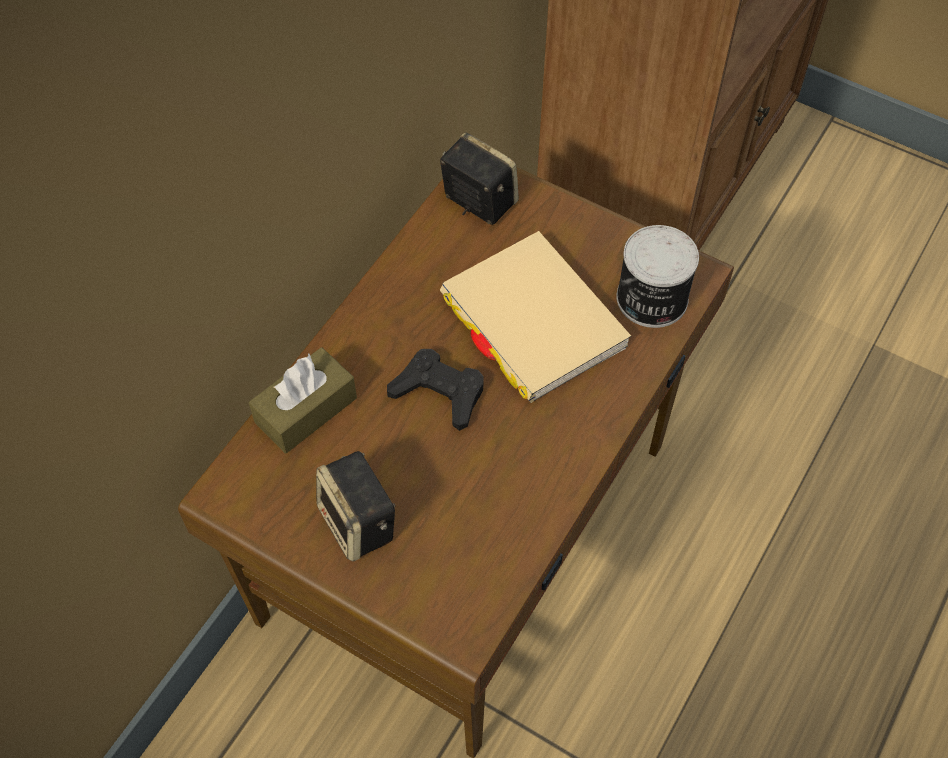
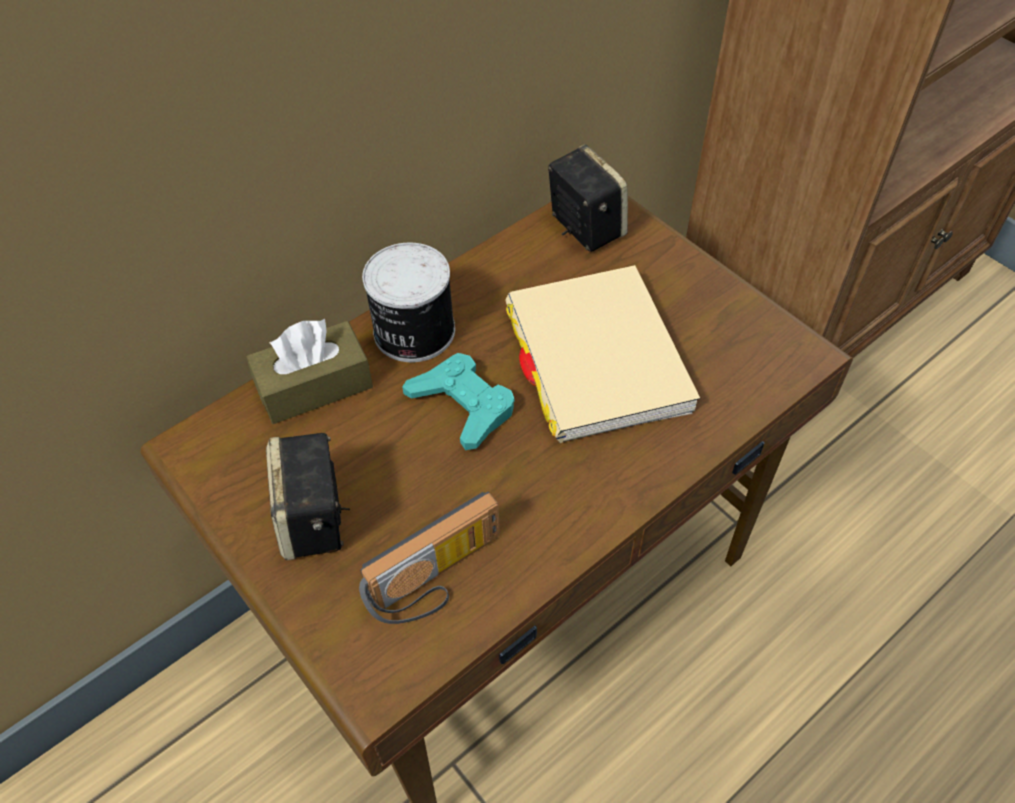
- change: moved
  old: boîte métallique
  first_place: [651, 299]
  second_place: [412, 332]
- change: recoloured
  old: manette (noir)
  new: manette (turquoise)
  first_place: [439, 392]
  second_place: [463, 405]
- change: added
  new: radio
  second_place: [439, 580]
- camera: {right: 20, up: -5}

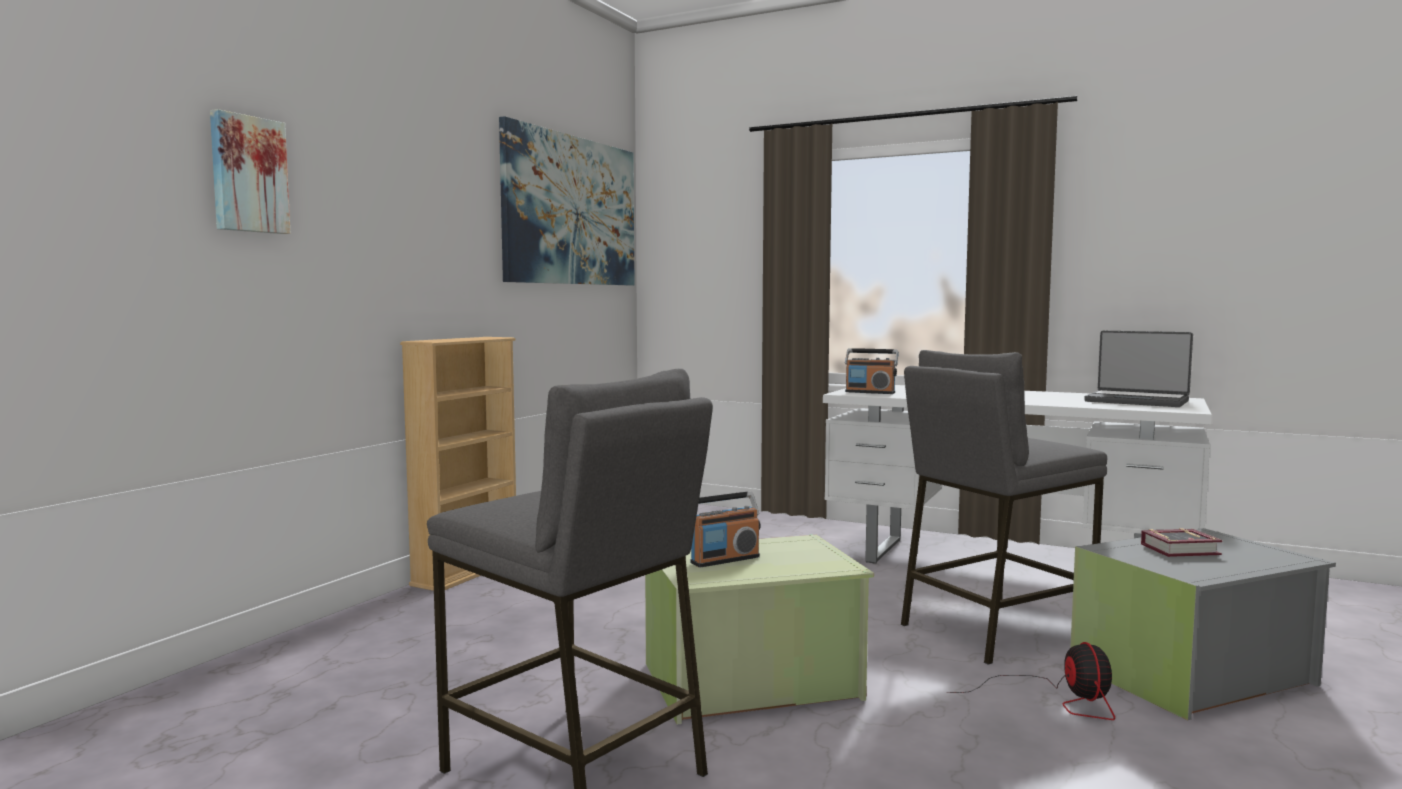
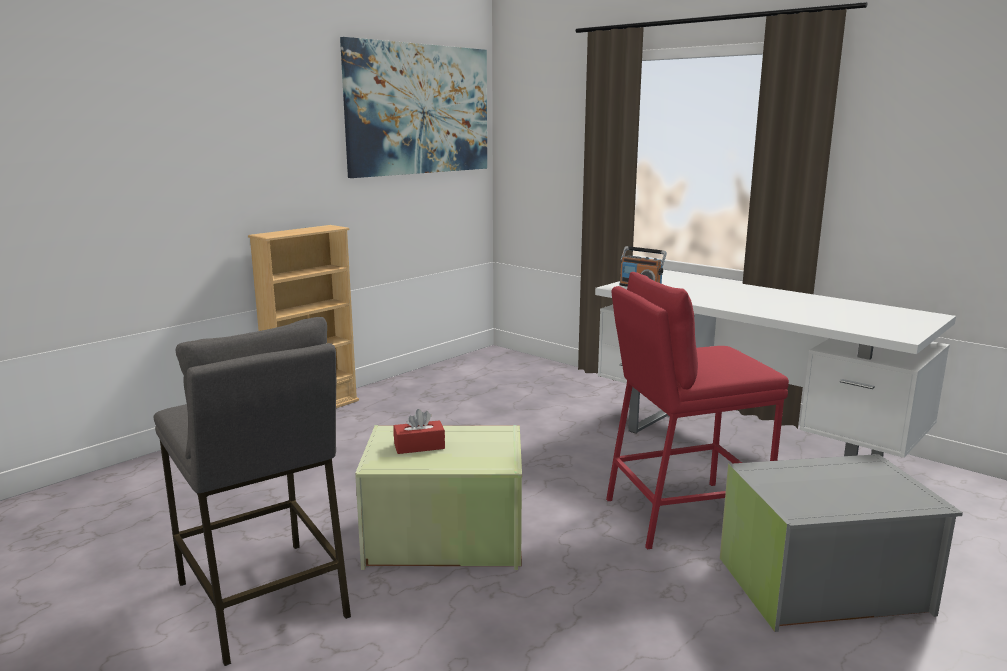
- change: removed
  old: tableau
  first_place: [248, 174]
- change: removed
  old: ordinateur portable
  first_place: [1137, 401]
- change: recoloured
  old: tabouret (gris)
  new: tabouret (rouge)
  first_place: [993, 629]
  second_place: [682, 514]
- change: replaced
  old: radio
  new: boîte à mouchoirs (rouge)
  first_place: [724, 560]
  second_place: [419, 446]
- change: removed
  old: livre
  first_place: [1184, 550]
- change: removed
  old: ventilateur
  first_place: [1056, 700]
- camera: {right: 15, up: 10}

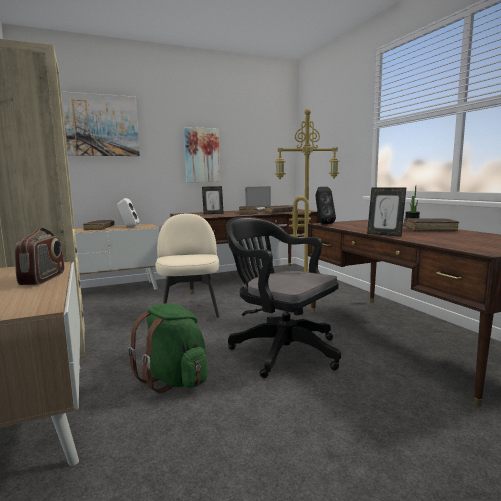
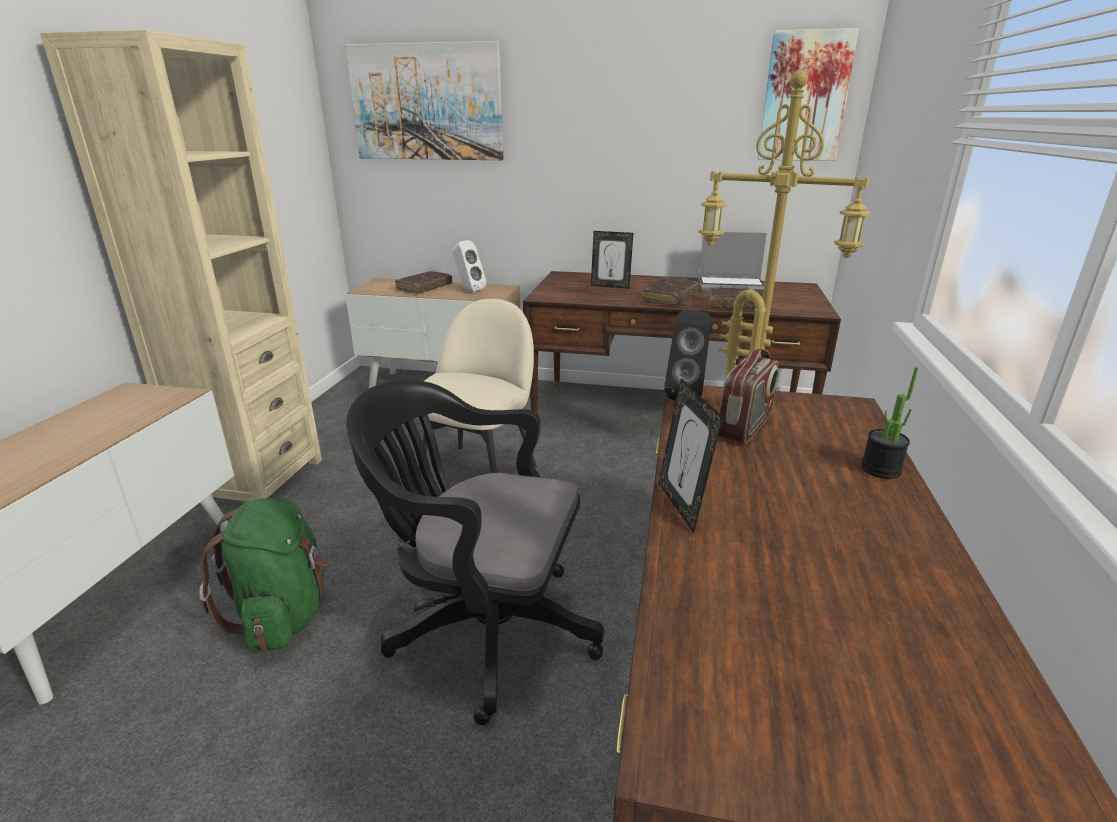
- change: moved
  old: tableau
  first_place: [201, 155]
  second_place: [804, 97]
- change: turned
  old: chaise de bureau (noir)
  first_place: [280, 350]
  second_place: [483, 629]
  degrees: -60
- change: removed
  old: livre (marron)
  first_place: [429, 229]
- change: moved
  old: radio
  first_place: [43, 279]
  second_place: [745, 426]
- camera: {right: 35, up: 15}

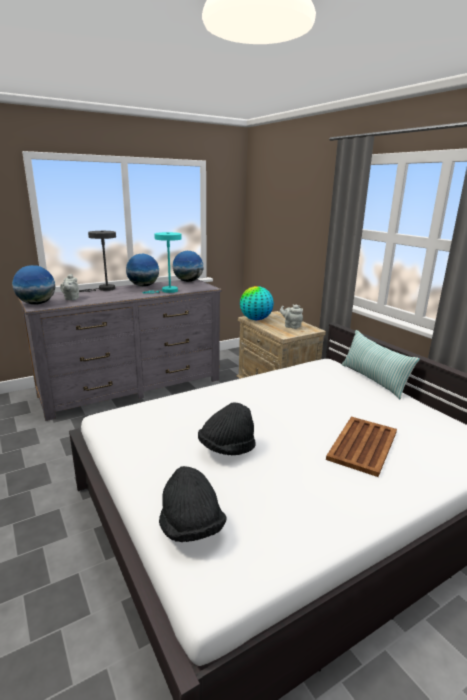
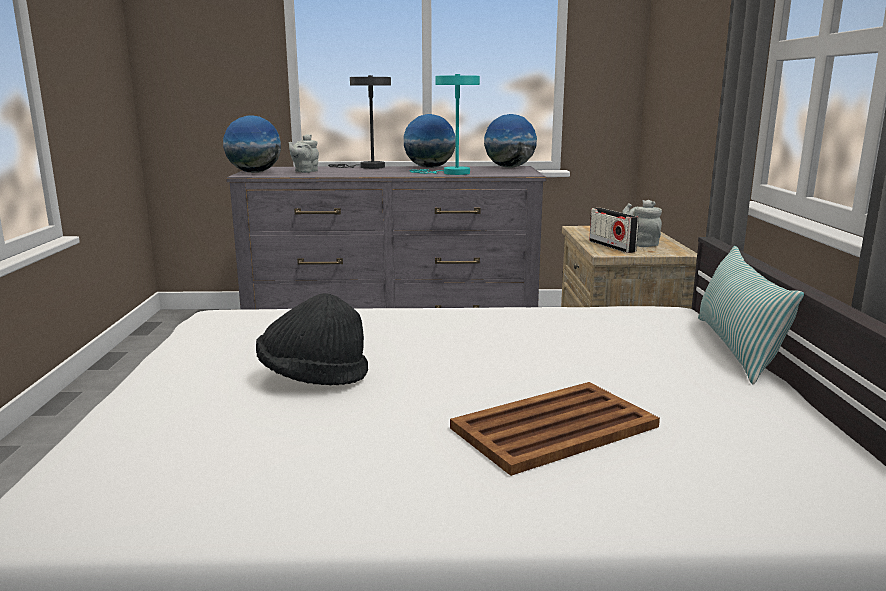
- change: removed
  old: globe
  first_place: [255, 319]
- change: removed
  old: chapeau (noir)
  first_place: [191, 527]
- change: added
  new: radio
  second_place: [612, 246]
- camera: {right: 30, up: -5}

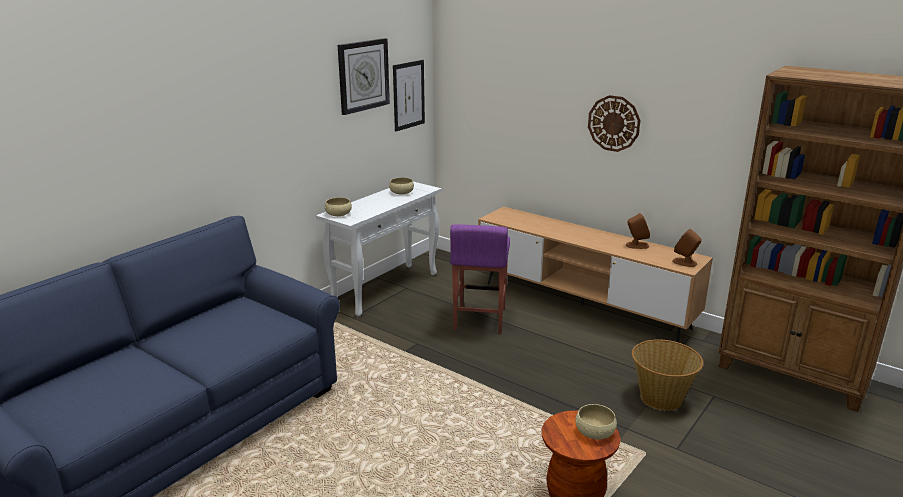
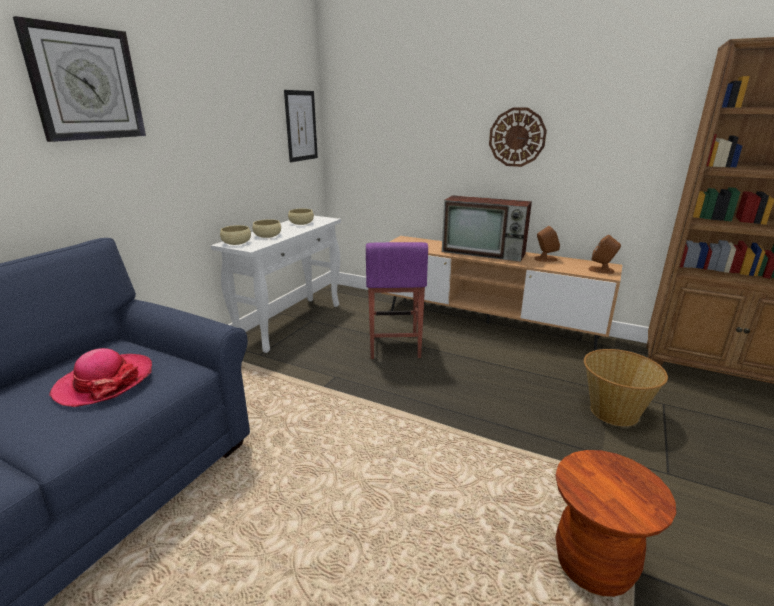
- change: moved
  old: horloge murale
  first_place: [363, 75]
  second_place: [86, 84]
- change: moved
  old: bol (beige)
  first_place: [595, 431]
  second_place: [267, 236]
- change: added
  new: téléviseur
  second_place: [485, 253]
- change: added
  new: chapeau
  second_place: [105, 382]
- camera: {right: -10, up: 0}

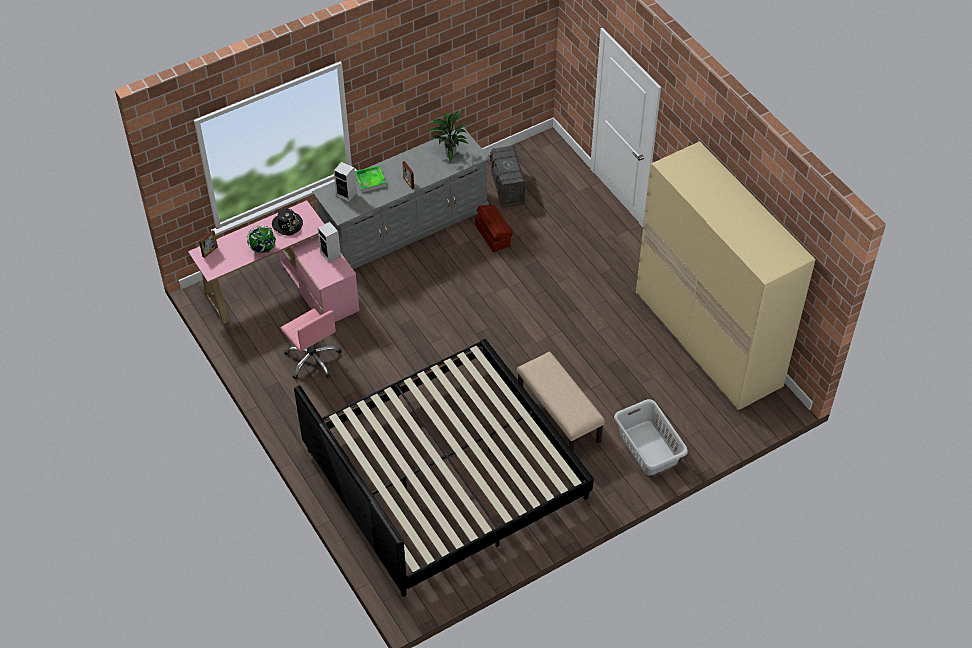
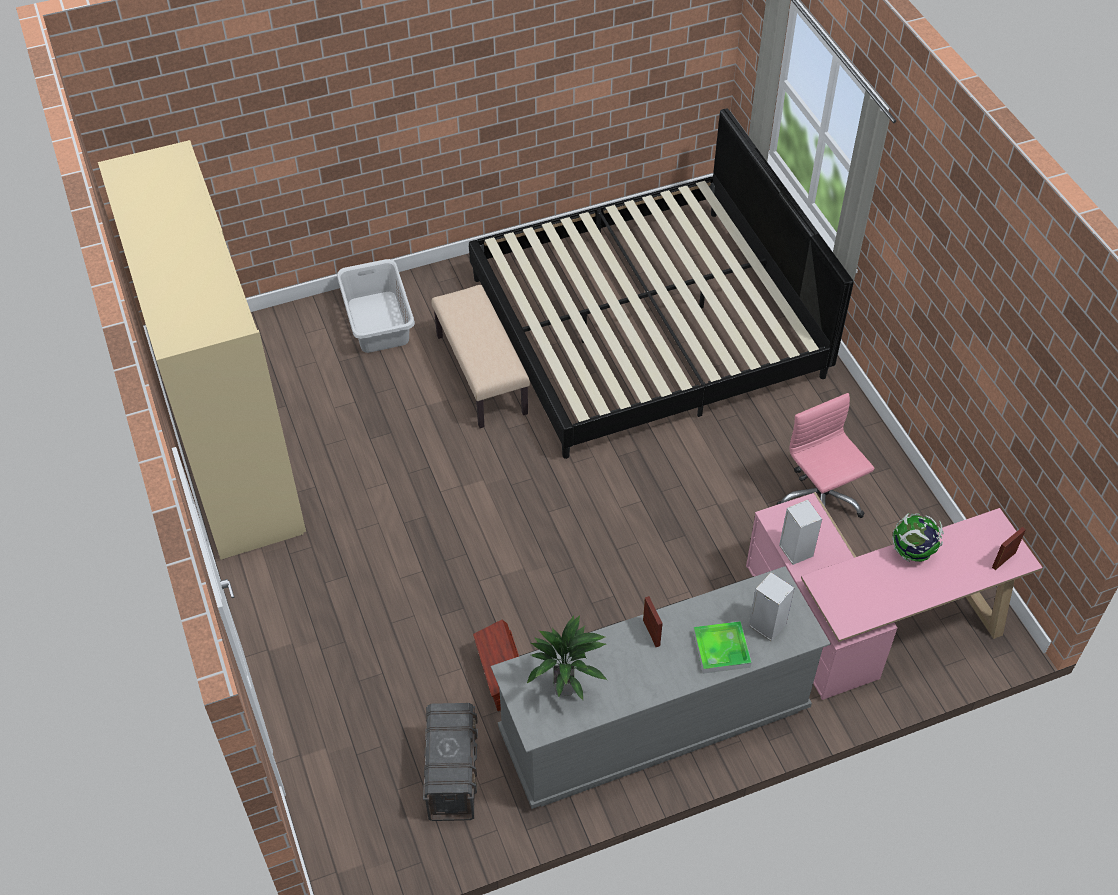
- change: removed
  old: chapeau (noir)
  first_place: [287, 224]
- camera: {right: -170, up: 0}

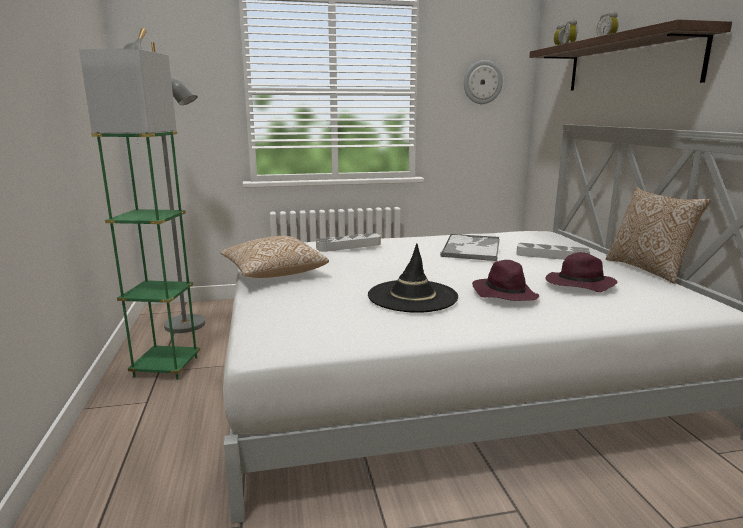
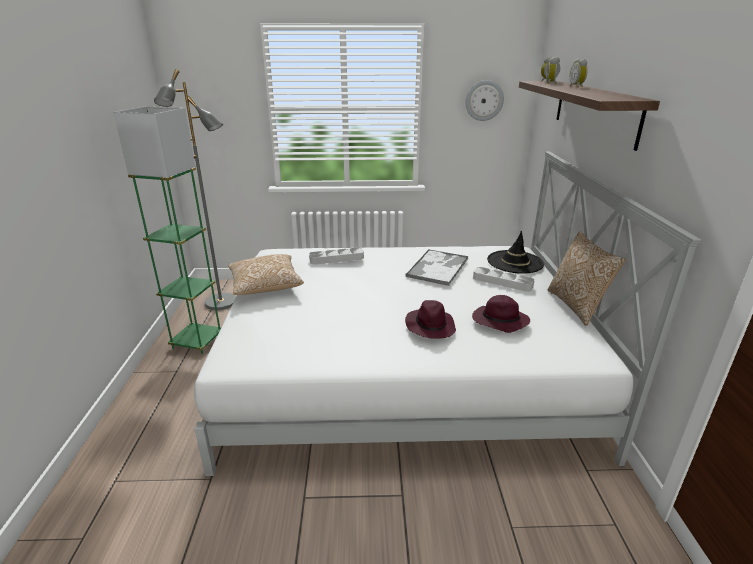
- change: moved
  old: chapeau (noir)
  first_place: [412, 296]
  second_place: [515, 262]
- camera: {right: 10, up: 10}

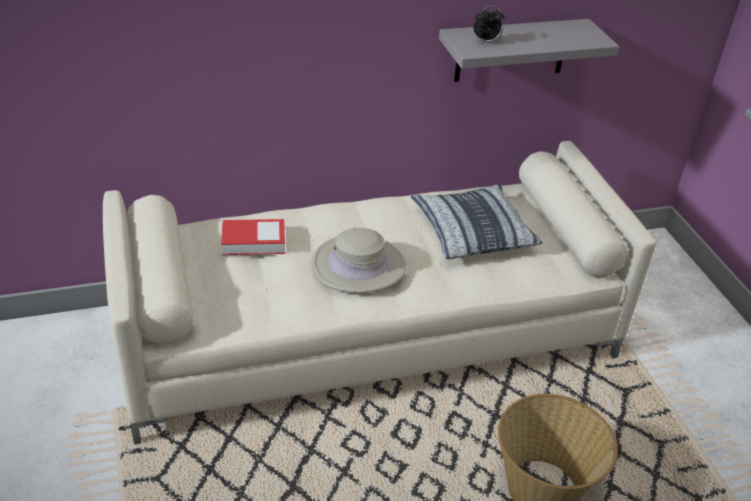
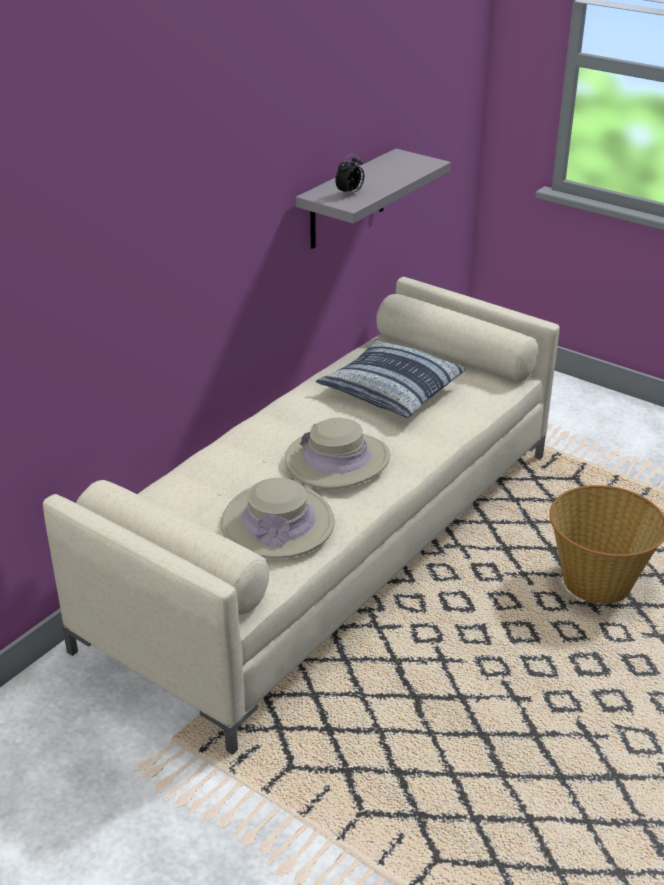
- change: removed
  old: livre
  first_place: [253, 241]
- change: added
  new: chapeau (beige)
  second_place: [278, 523]
- camera: {right: -35, up: -5}

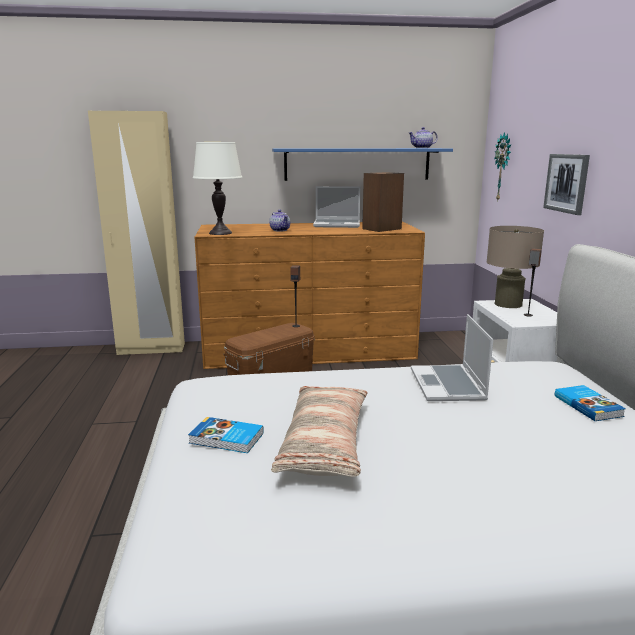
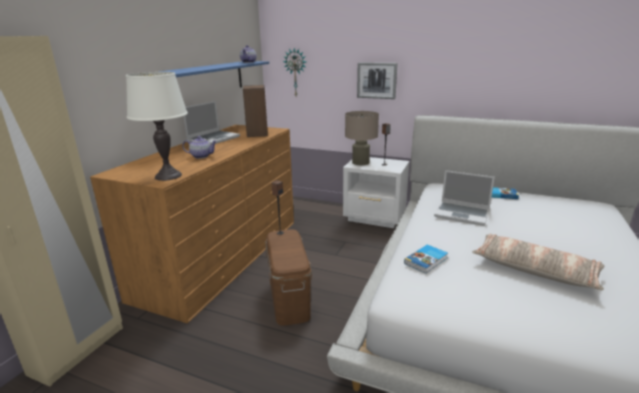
- change: moved
  old: livre
  first_place: [226, 439]
  second_place: [426, 261]
- camera: {right: -60, up: 5}

